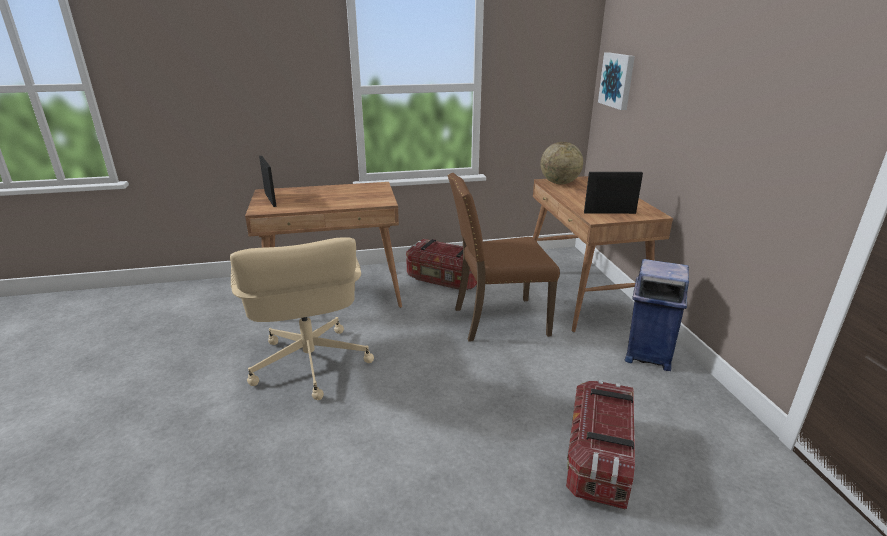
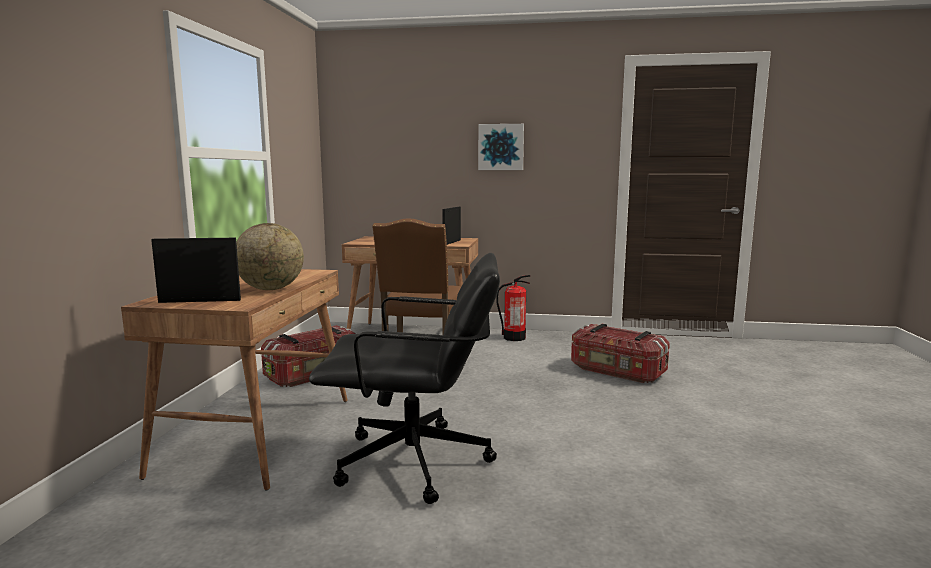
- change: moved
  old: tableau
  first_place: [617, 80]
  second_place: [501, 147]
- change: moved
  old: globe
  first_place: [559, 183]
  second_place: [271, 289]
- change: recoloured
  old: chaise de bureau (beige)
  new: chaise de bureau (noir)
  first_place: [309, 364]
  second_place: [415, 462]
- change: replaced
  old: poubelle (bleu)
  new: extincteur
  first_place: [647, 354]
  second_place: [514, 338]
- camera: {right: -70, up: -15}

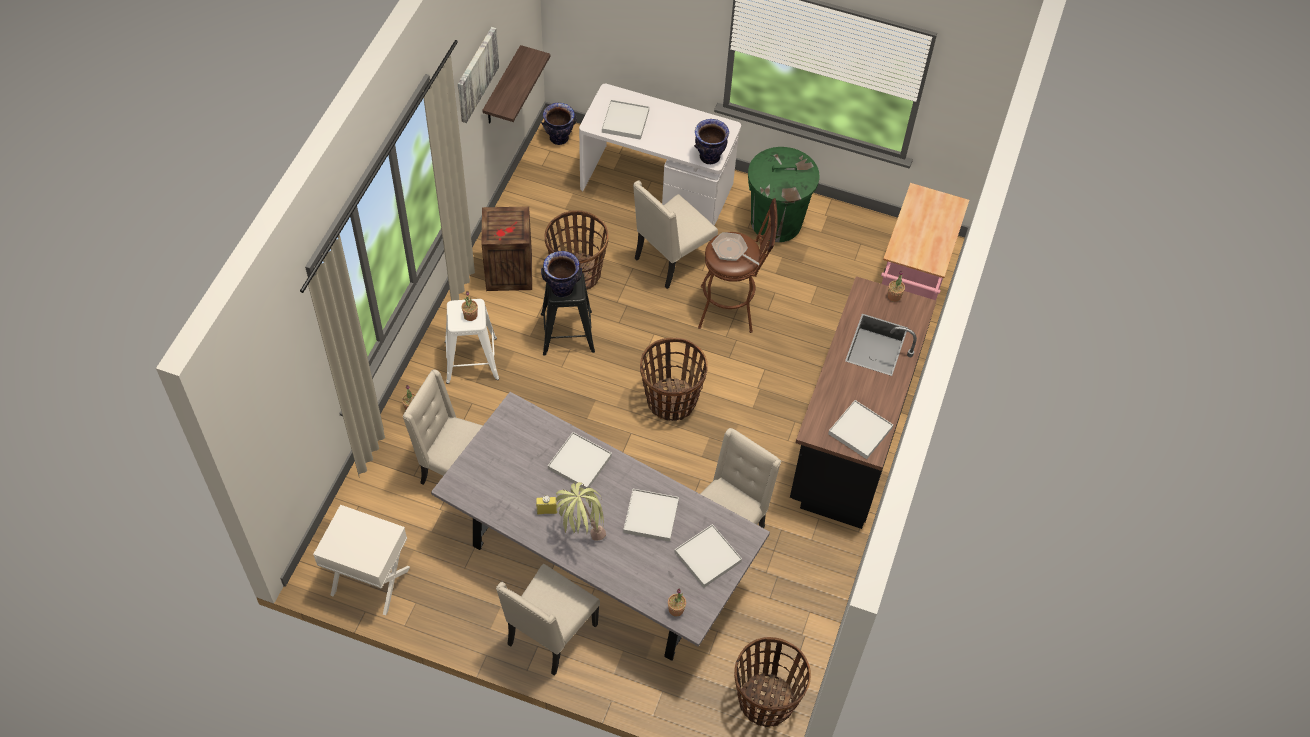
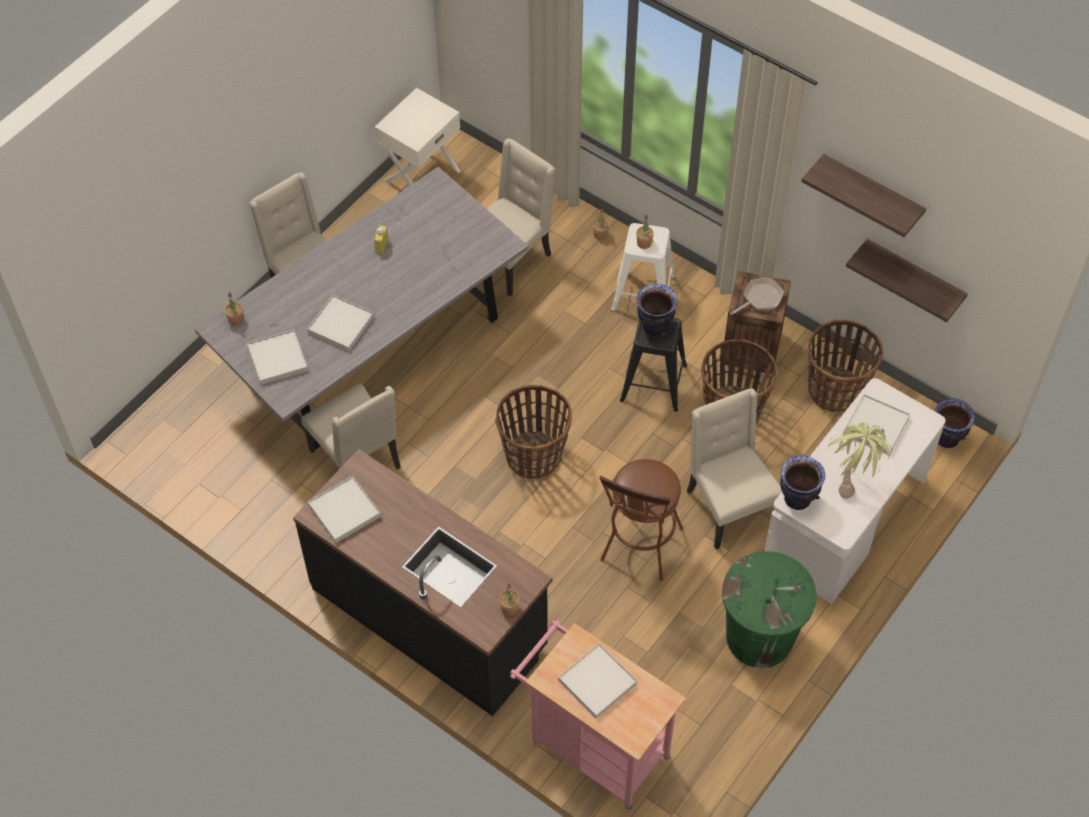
- change: replaced
  old: tableau
  new: étagère
  first_place: [476, 74]
  second_place: [871, 193]
- change: moved
  old: poêle
  first_place: [731, 251]
  second_place: [760, 298]
- change: moved
  old: plateau (blanc)
  first_place: [579, 462]
  second_place: [597, 682]
- change: moved
  old: plante en pot
  first_place: [580, 532]
  second_place: [853, 478]
- change: moved
  old: panier
  first_place: [765, 701]
  second_place: [835, 390]
- camera: {right: 110, up: 0}

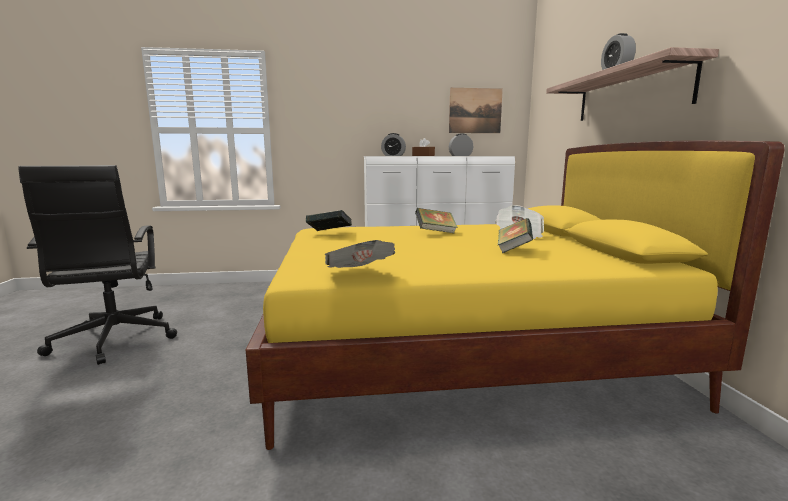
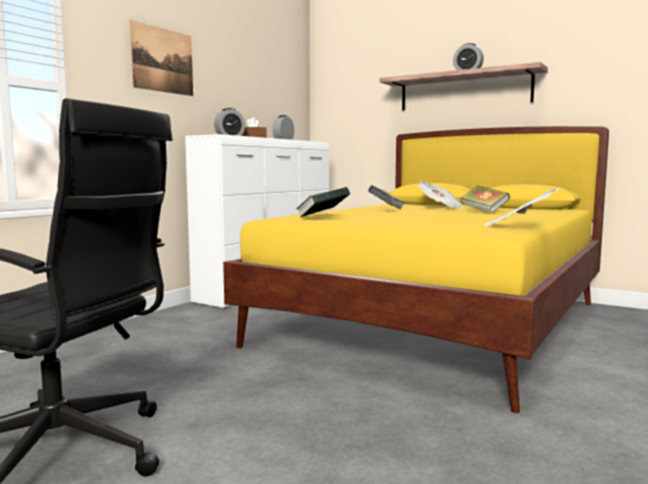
- change: moved
  old: tableau
  first_place: [475, 110]
  second_place: [163, 60]
- camera: {right: -50, up: -5}

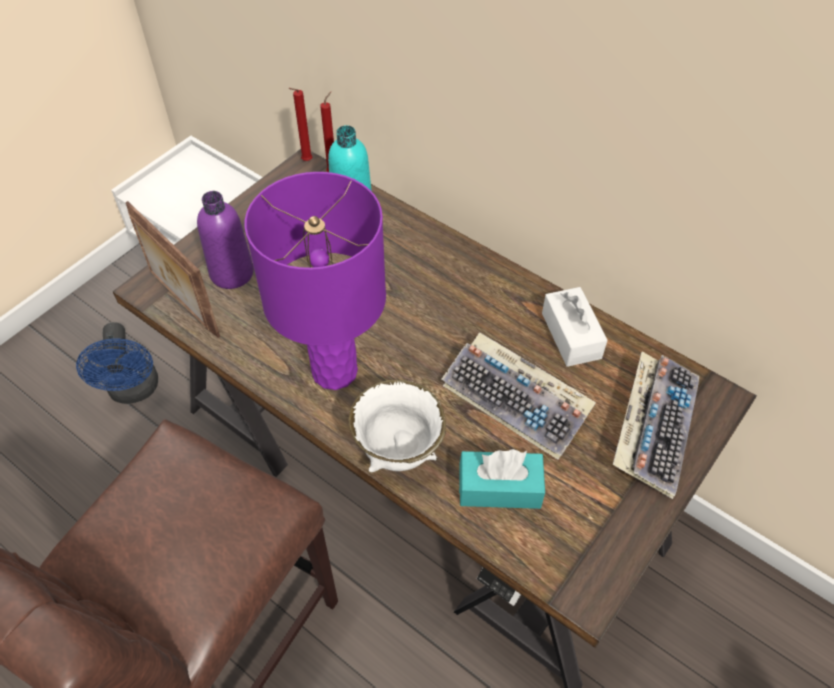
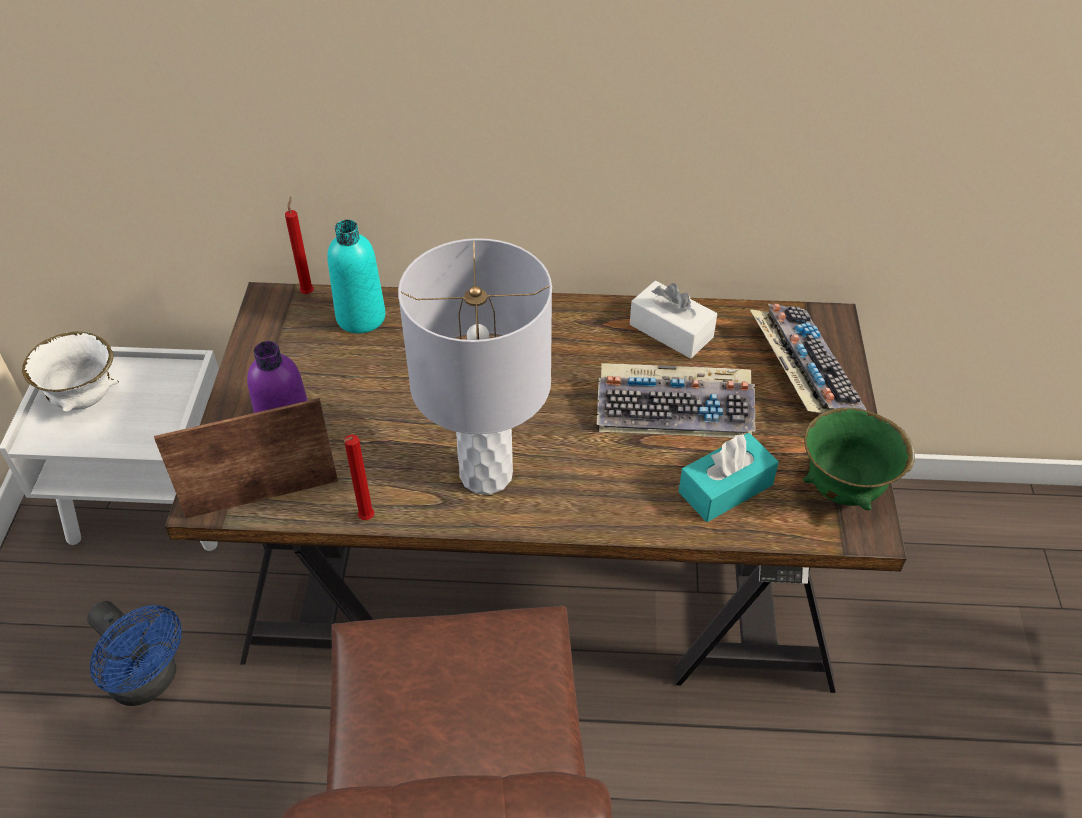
- change: moved
  old: bougie (rouge)
  first_place: [305, 161]
  second_place: [365, 520]
- change: recoloured
  old: lampe de table (violet)
  new: lampe de table (gris)
  first_place: [335, 370]
  second_place: [486, 473]
- change: turned
  old: cadre photo
  first_place: [182, 303]
  second_place: [262, 496]
  degrees: 150
- change: moved
  old: bol (blanc)
  first_place: [398, 453]
  second_place: [84, 400]
- change: added
  new: bol (vert)
  second_place: [843, 491]
- camera: {right: -35, up: -5}

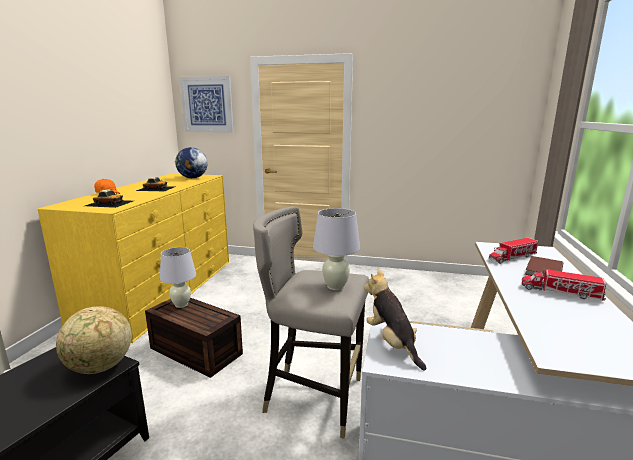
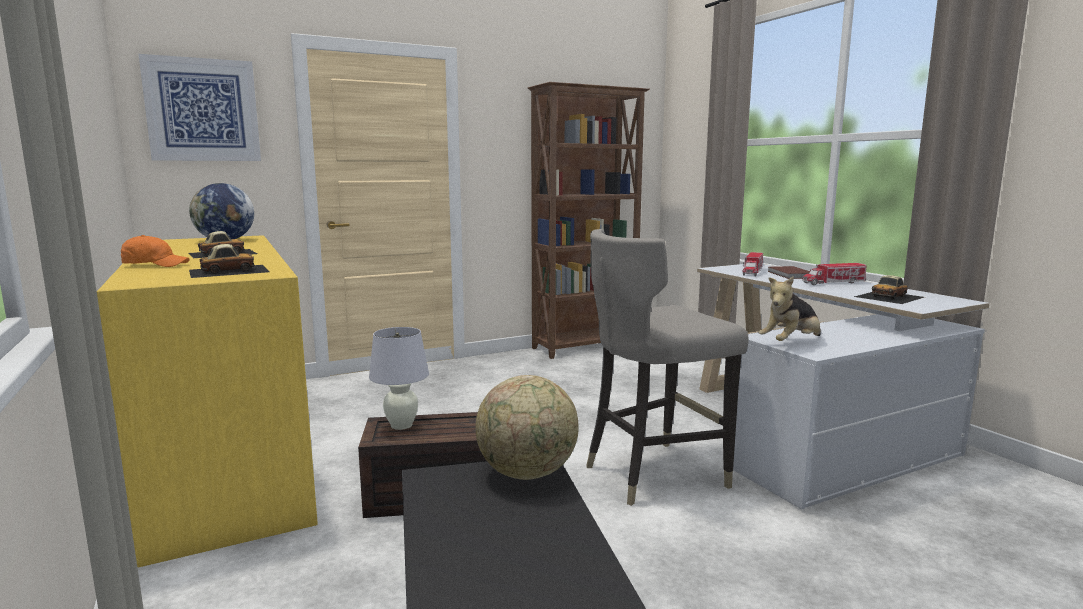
- change: removed
  old: lampe de table (blanc)
  first_place: [335, 286]
- change: turned
  old: peluche
  first_place: [392, 343]
  second_place: [791, 343]
  degrees: -60
- change: added
  new: bibliothèque (marron)
  second_place: [585, 347]
- change: added
  new: petite voiture
  second_place: [889, 296]
- camera: {right: -40, up: -5}

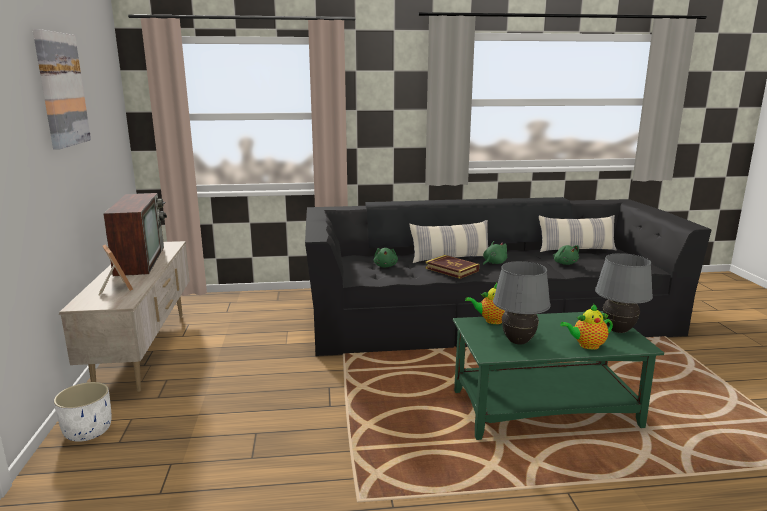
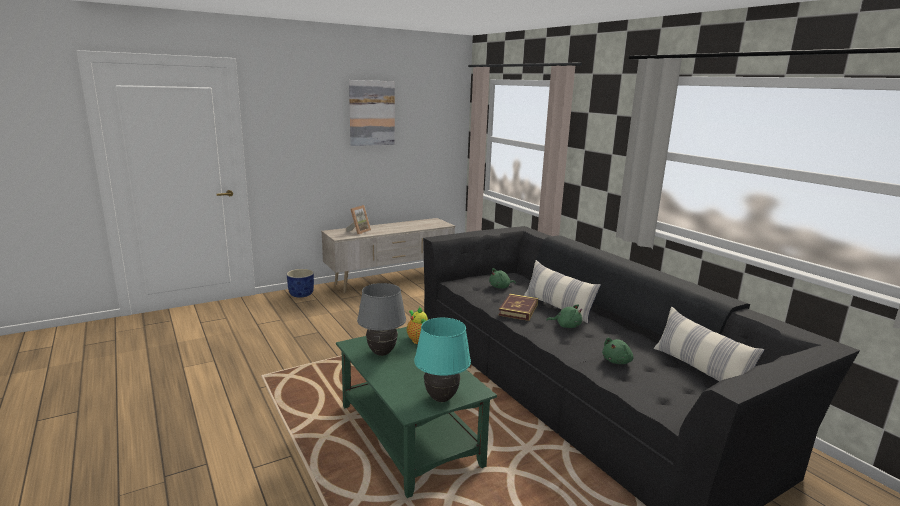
- change: removed
  old: téléviseur
  first_place: [140, 260]
- change: recoloured
  old: lampe de table (gris)
  new: lampe de table (turquoise)
  first_place: [618, 330]
  second_place: [441, 398]
- change: removed
  old: théière
  first_place: [586, 345]
- change: recoloured
  old: cache-pot (blanc)
  new: cache-pot (bleu)
  first_place: [88, 431]
  second_place: [301, 294]
- camera: {right: 65, up: 0}

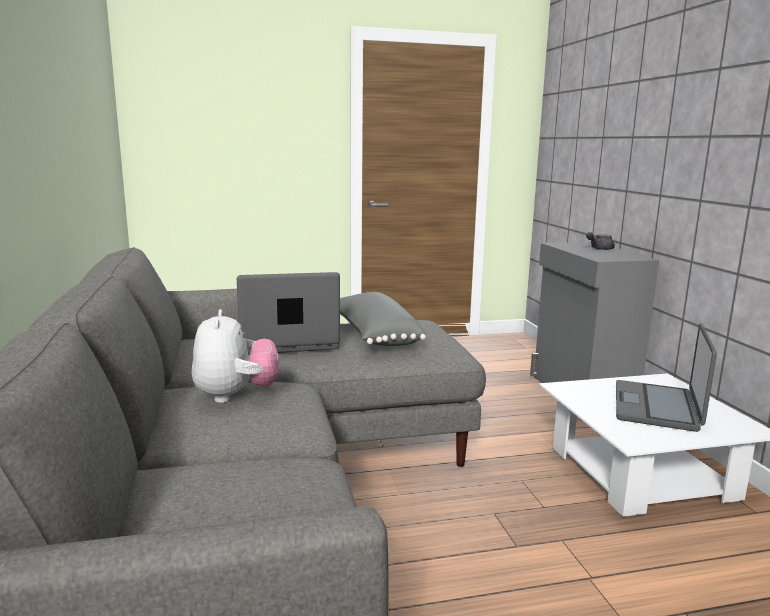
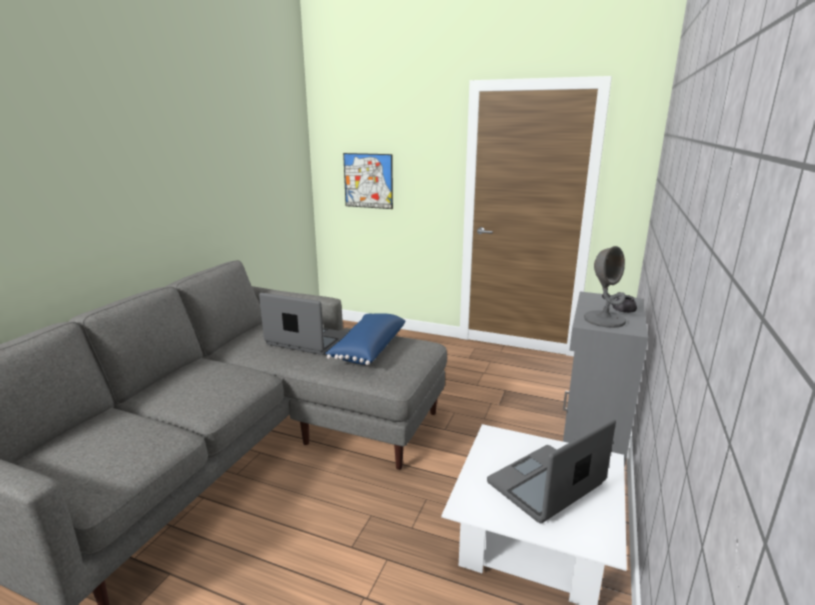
- change: recoloured
  old: coussin (gris)
  new: coussin (bleu)
  first_place: [373, 335]
  second_place: [367, 349]
- change: removed
  old: peluche
  first_place: [235, 396]
- change: added
  new: tableau
  second_place: [368, 181]
- change: added
  new: lampe de table (gris)
  second_place: [604, 320]
- camera: {right: 35, up: 5}

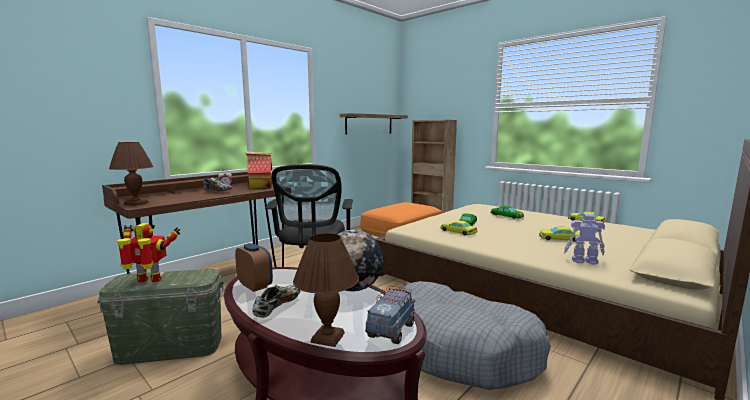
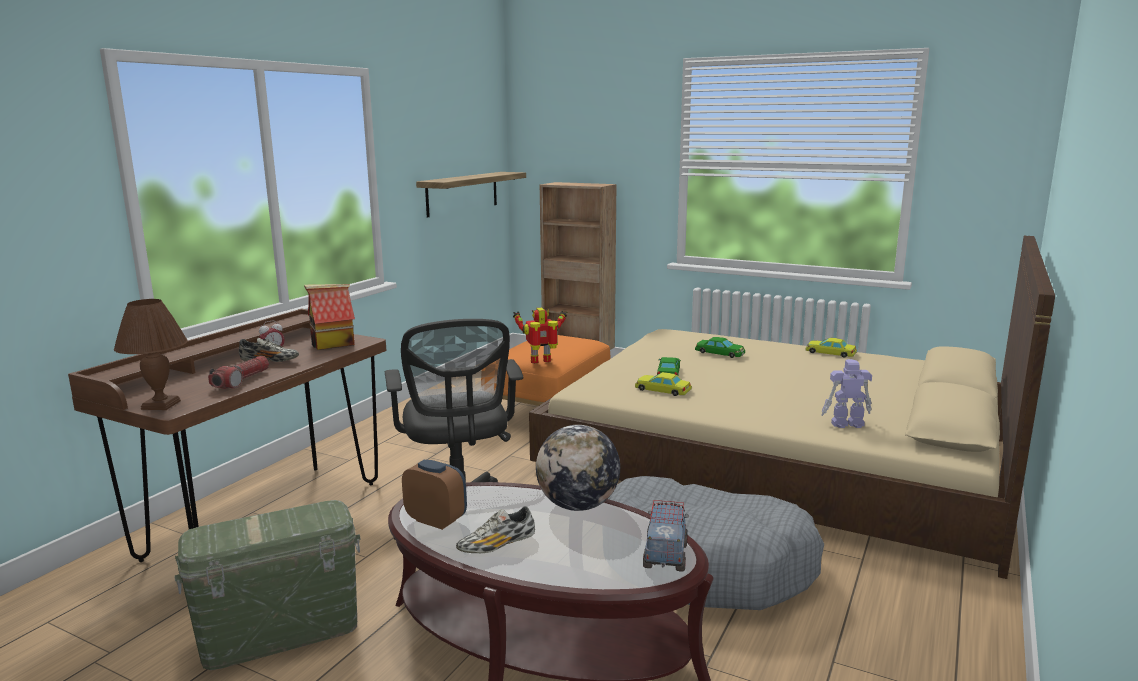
- change: moved
  old: robot jouet
  first_place: [149, 281]
  second_place: [541, 362]
- change: removed
  old: petite voiture (jaune)
  first_place: [559, 238]
- change: removed
  old: lampe de table (marron)
  first_place: [327, 337]
- change: turned
  old: chaussure
  first_place: [278, 306]
  second_place: [497, 546]
  degrees: -135
- change: added
  new: lampe de poche
  second_place: [241, 381]
- camera: {right: -15, up: 5}

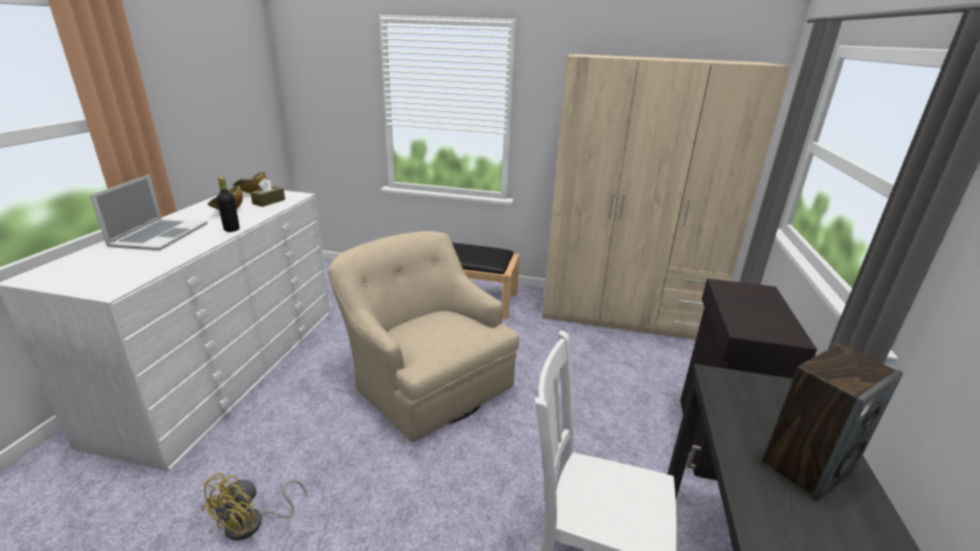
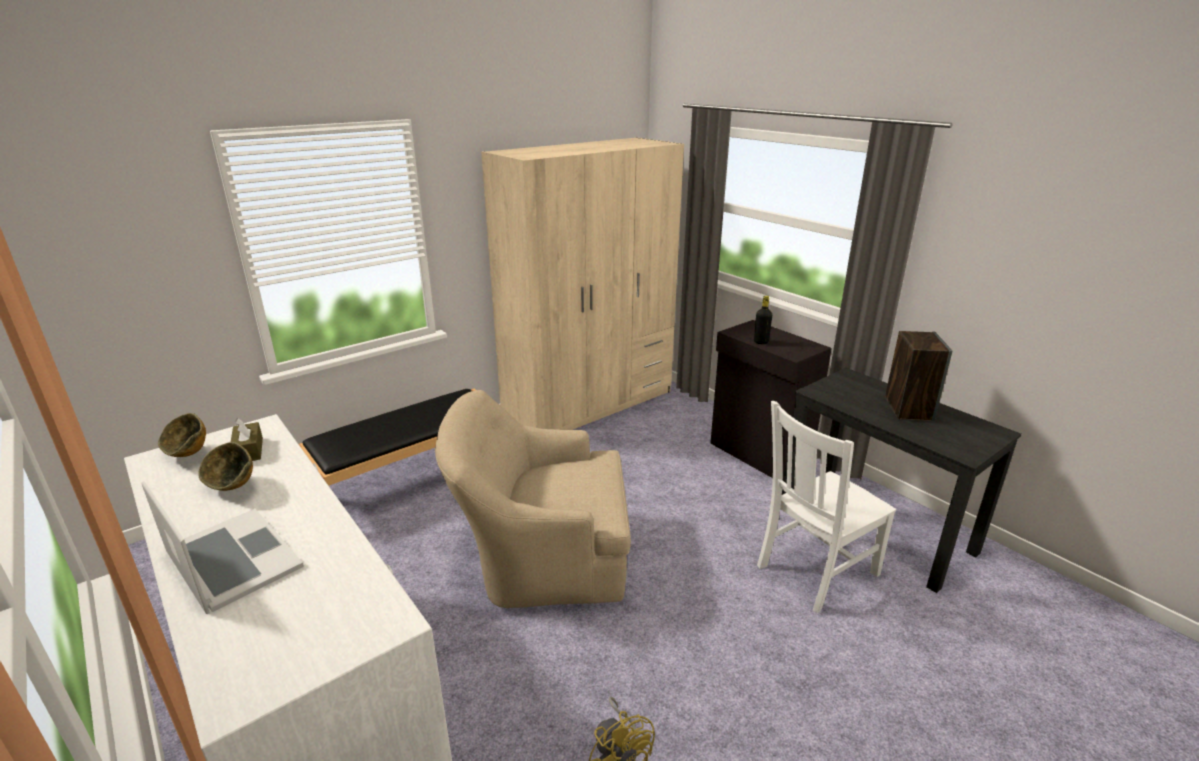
- change: moved
  old: bouteille (noir)
  first_place: [232, 229]
  second_place: [761, 342]
- camera: {right: -50, up: 0}

